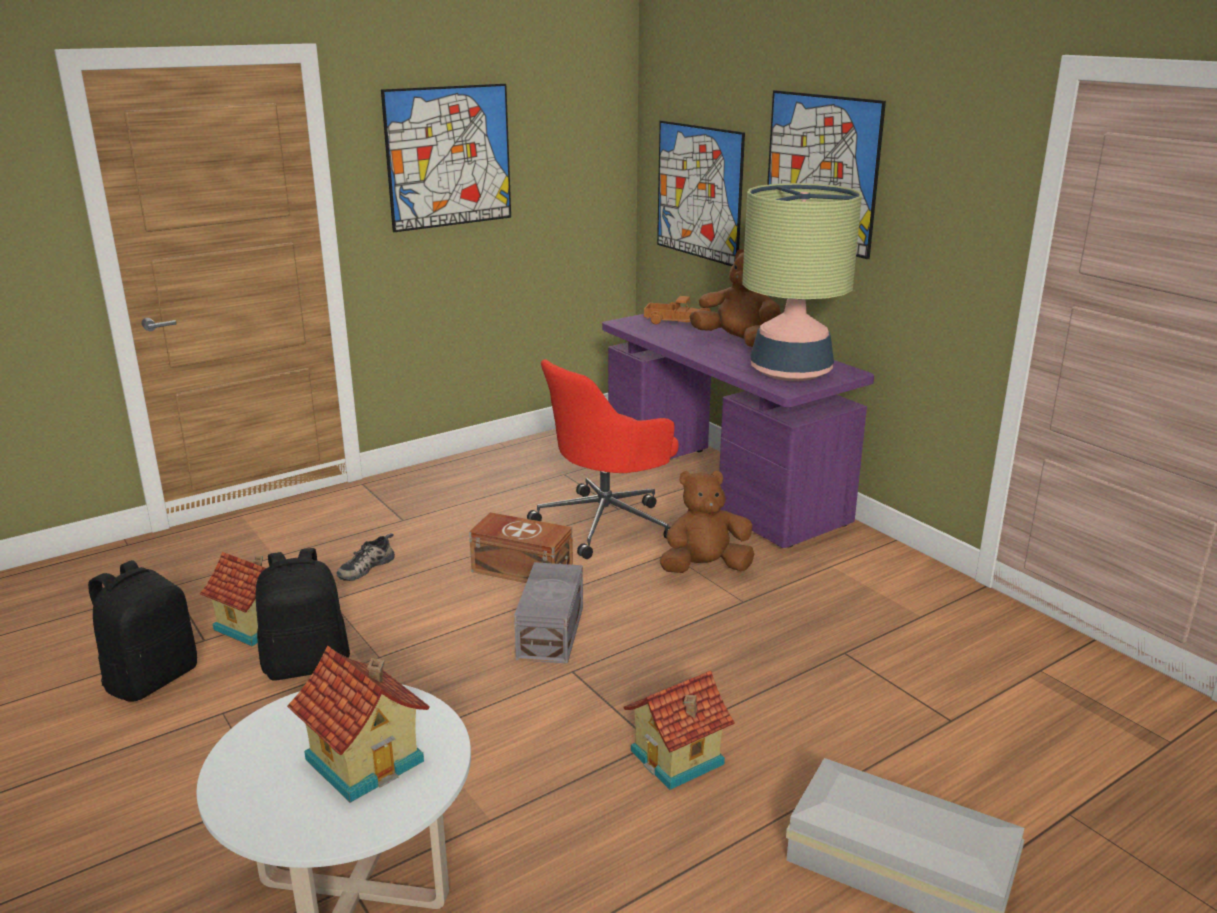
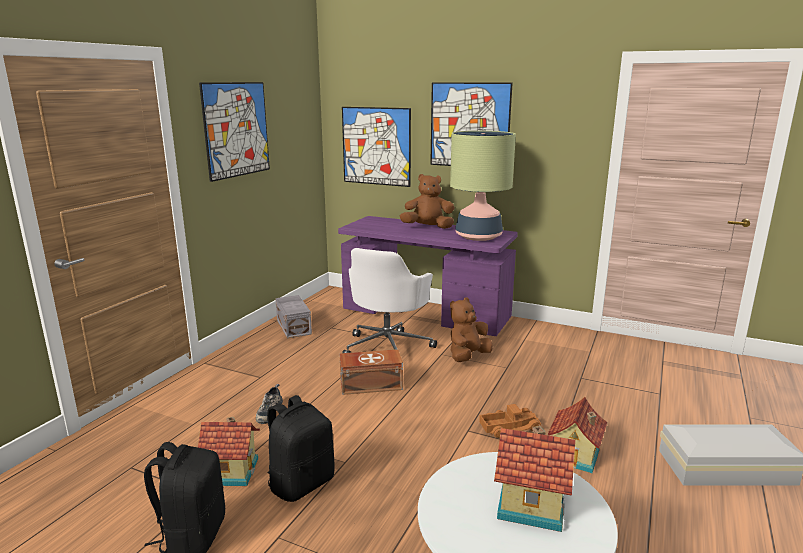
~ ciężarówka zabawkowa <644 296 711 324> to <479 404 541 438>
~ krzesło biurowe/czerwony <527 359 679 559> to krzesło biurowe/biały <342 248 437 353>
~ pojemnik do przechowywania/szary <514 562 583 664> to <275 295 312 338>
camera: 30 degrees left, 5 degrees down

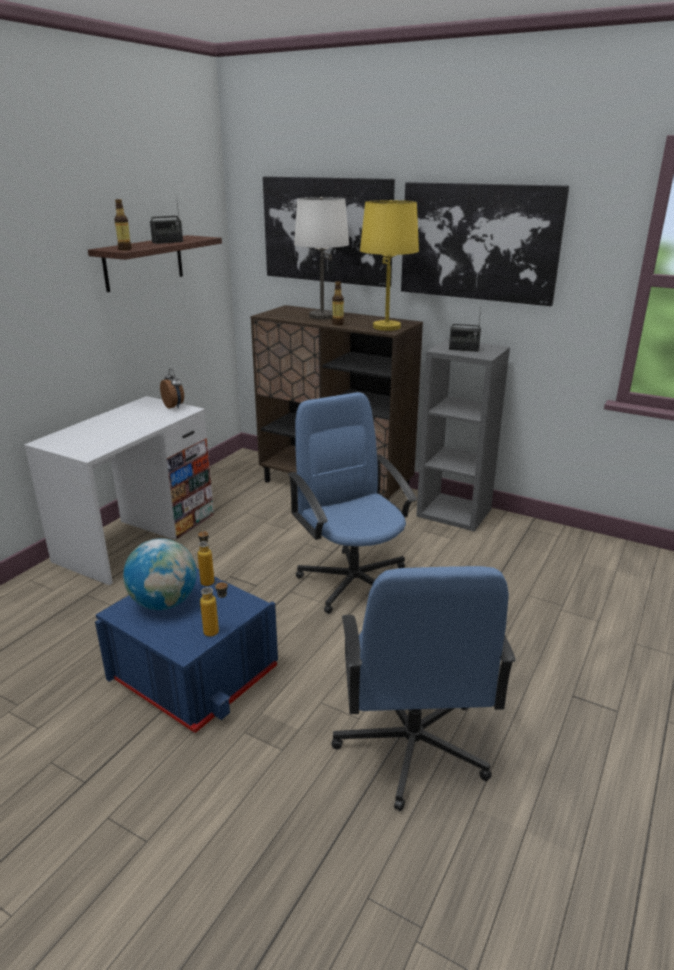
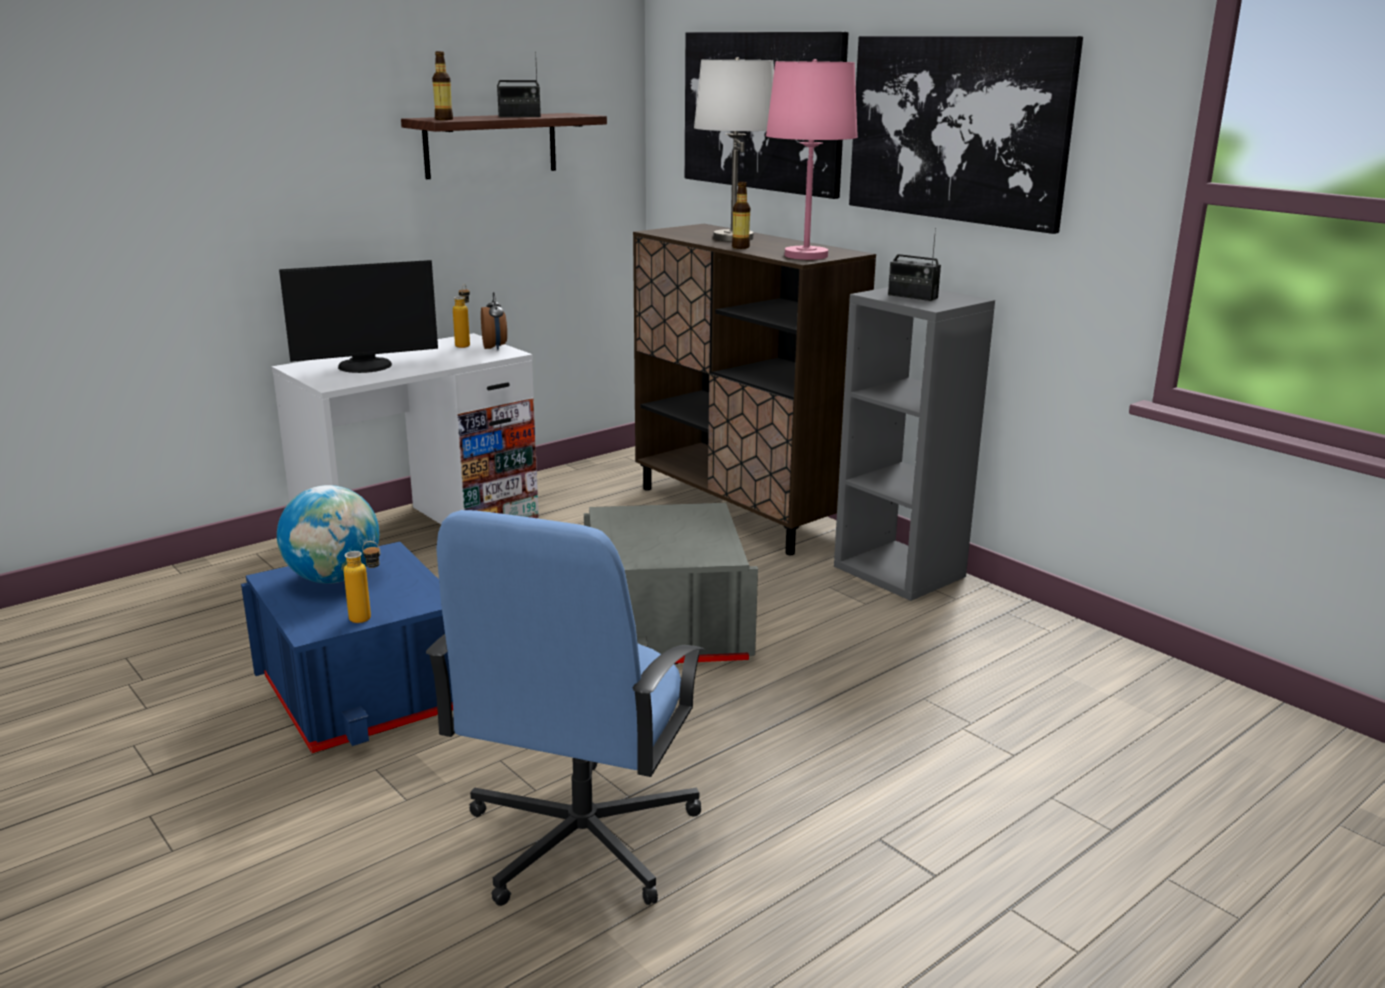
~ lampa stołowa/żółty <360 200 419 331> to lampa stołowa/różowy <766 59 858 260>
~ krzesło biurowe/niebieski <288 392 417 614> to pojemnik do przechowywania/szary <584 503 758 664>
~ butelka <198 528 214 586> to <453 284 470 348>
+ monitor <279 260 438 373>
camera: 20 degrees right, 5 degrees down

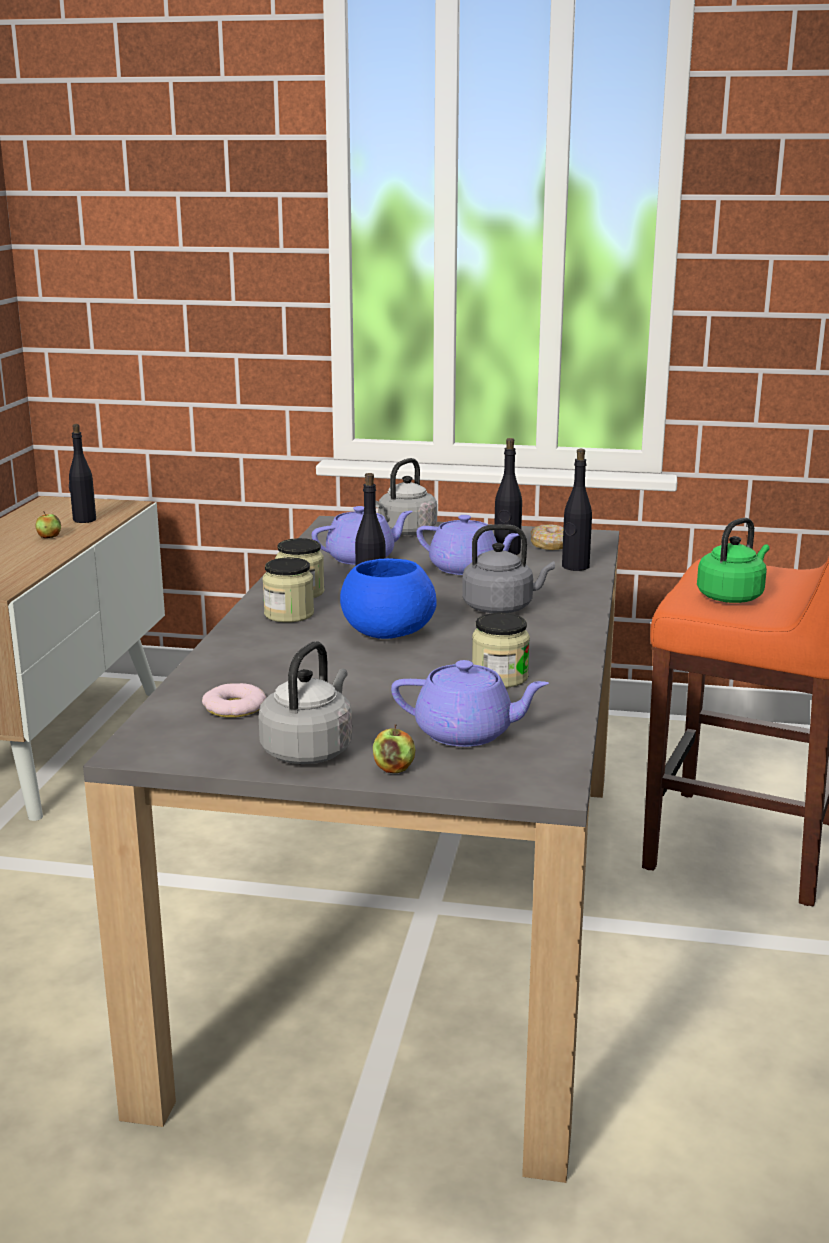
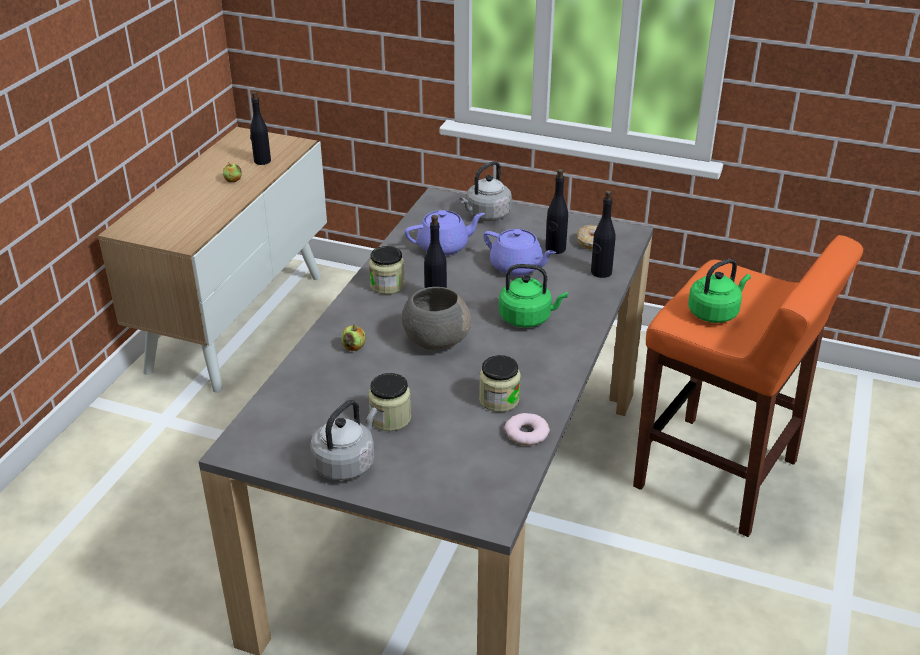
~ czajnik/szary <462 524 555 613> to czajnik/zielony <499 264 568 328>
~ słoik <263 557 314 622> to <368 373 411 431>
~ miska/niebieski <340 558 437 639> to miska/szary <402 287 471 350>
- imbryk/fioletowy <391 660 549 747>
~ donut <202 683 266 718> to <505 413 550 445>
~ jabłko <373 724 415 773> to <341 324 366 351>
camera: 10 degrees right, 15 degrees up

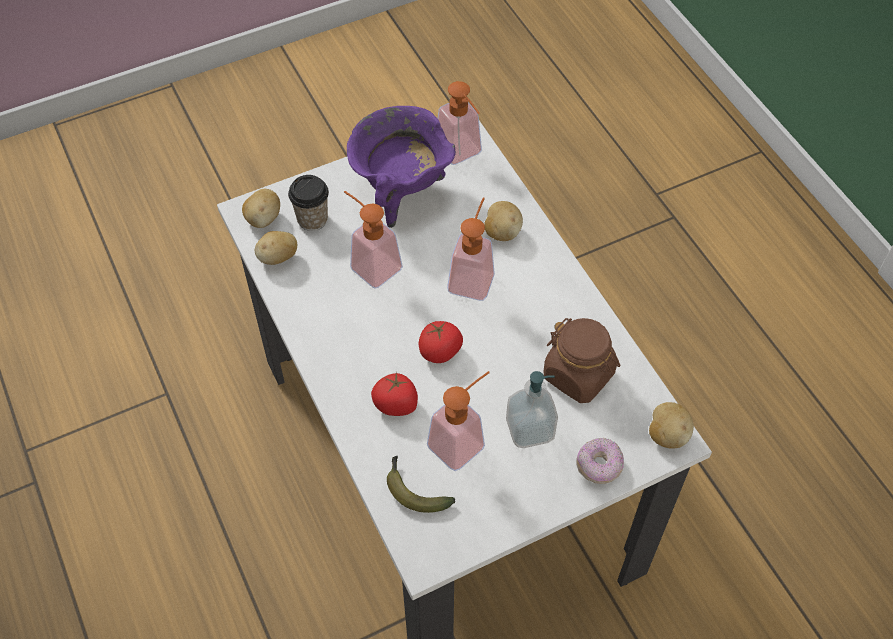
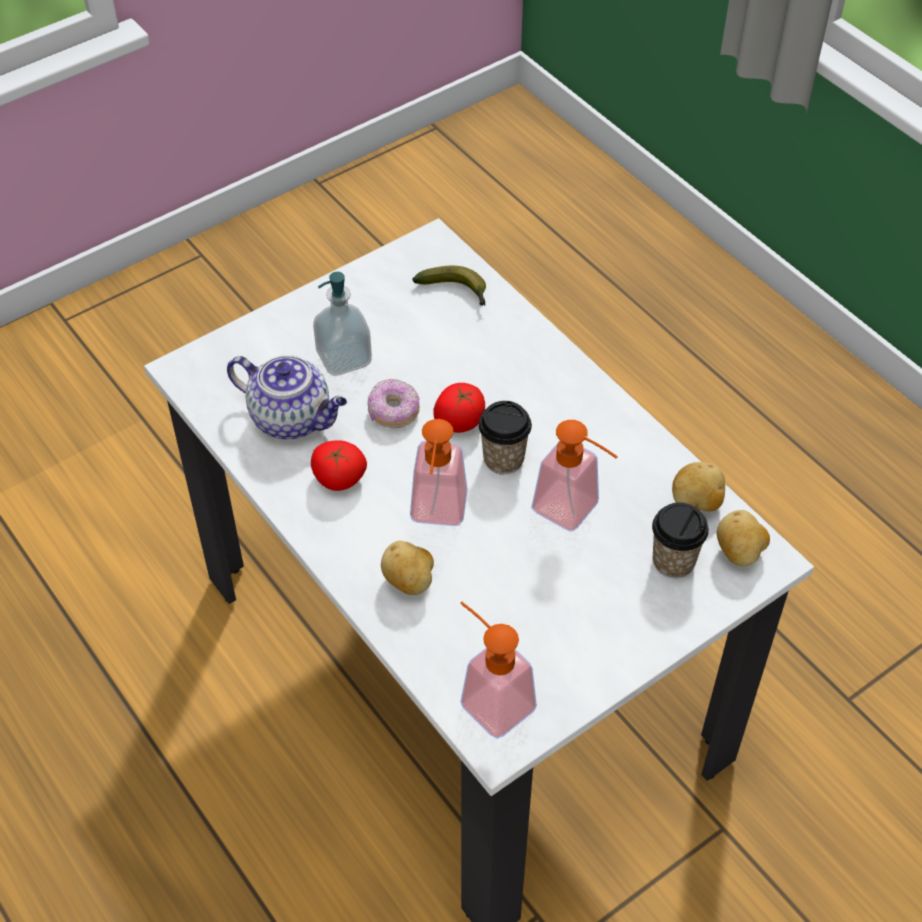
- garnek/fioletowy <347 106 456 228>
~ słoik/brązowy <543 318 620 403> to imbryk <227 355 347 439>
- dozownik mydła <427 371 490 471>
~ pomidor <371 372 418 416> to <311 440 367 491>
- ziemniak <649 402 694 449>
~ donut <577 438 624 484> to <368 379 420 428>
+ filiżanka <478 401 532 475>
camera: 170 degrees right, 5 degrees down

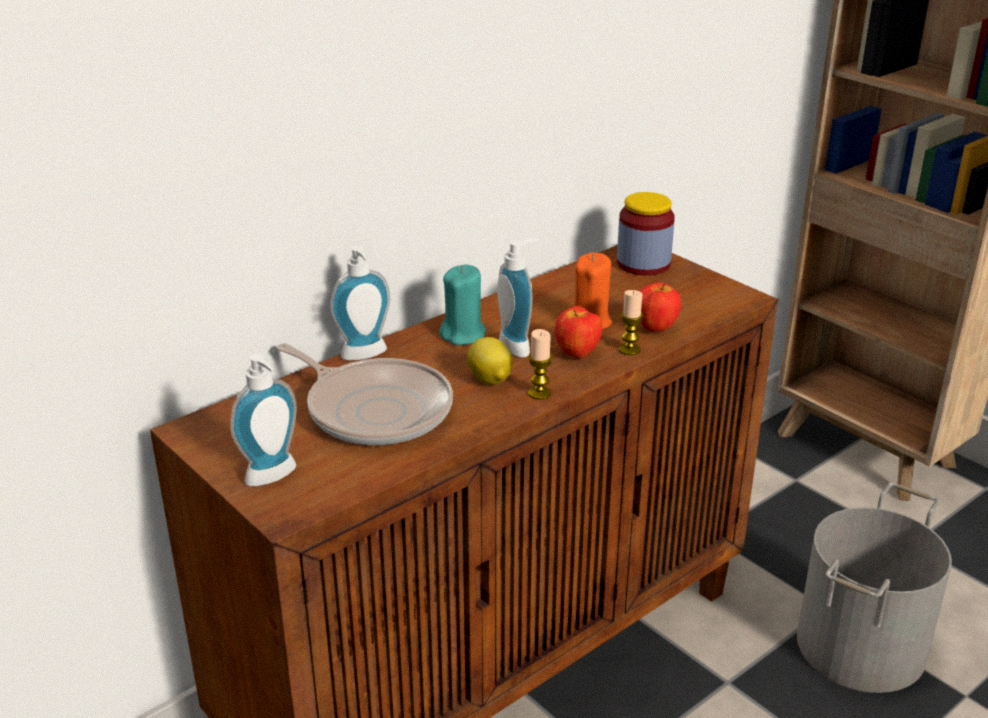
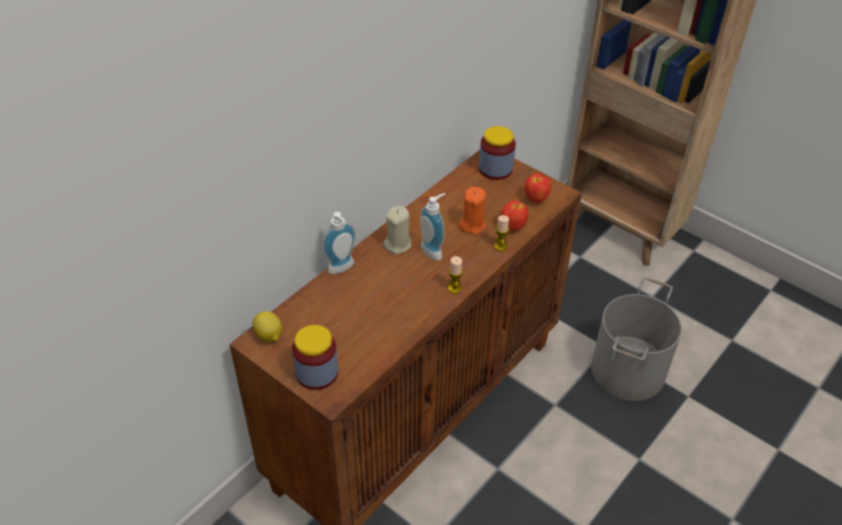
~ świeca/turkusowy <439 264 486 345> to świeca/beżowy <383 205 411 254>
~ jabłko <555 306 602 359> to <524 173 551 203>
~ cytryna <467 337 513 385> to <253 311 283 342>
- patelnia <277 343 453 445>
~ dozownik mydła <230 354 297 486> to słoik <292 325 338 390>
camera: 10 degrees left, 15 degrees up

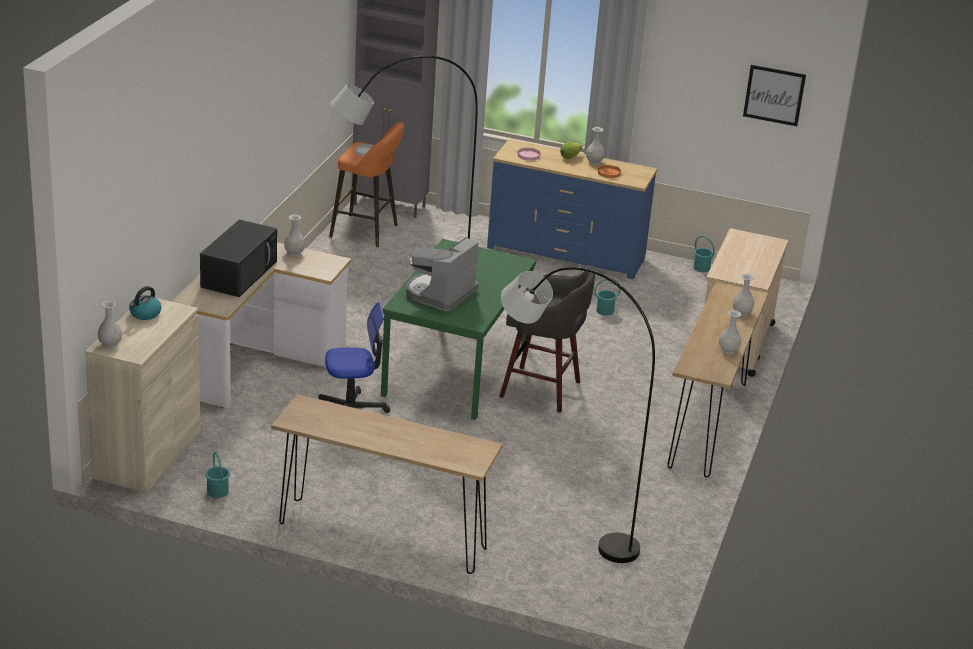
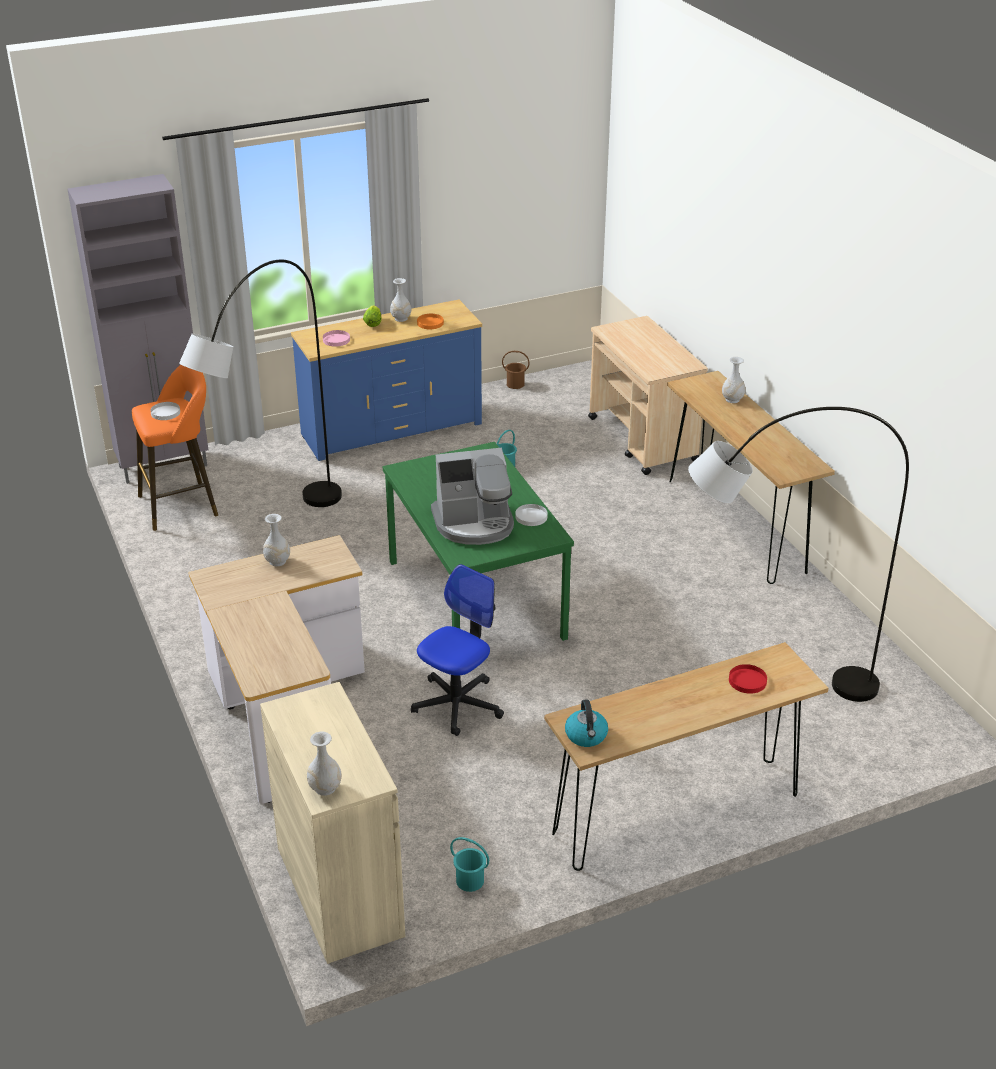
- obraz <743 65 806 126>
- mikrofalówka/czarny <200 219 277 297>
~ wiadro/turkusowy <693 236 715 272> to wiadro/brązowy <502 351 530 389>
~ ekspres do kawy <406 237 479 311> = <431 448 514 545> 90 degrees counterclockwise
- stołek/szary <499 267 595 413>
~ czajnik <129 286 161 320> to <565 699 608 747>
- wazon/biały <719 310 741 354>
+ talerz/biały <515 504 548 526>
+ talerz/czerwony <729 664 767 694>
camera: 40 degrees left, 5 degrees up

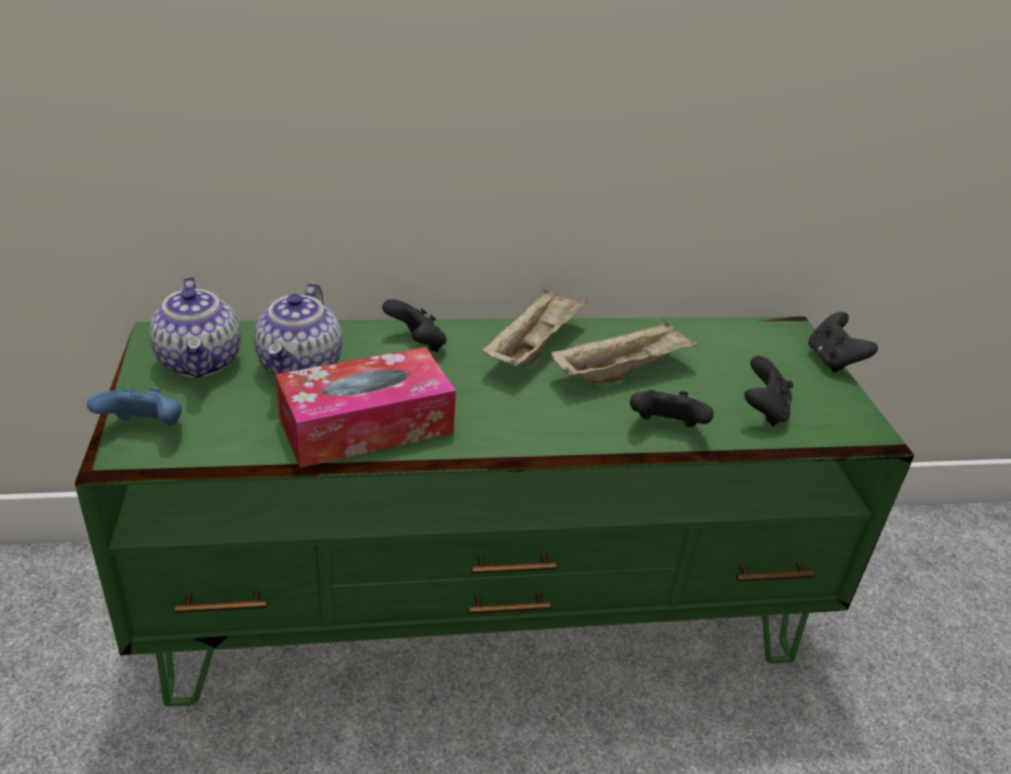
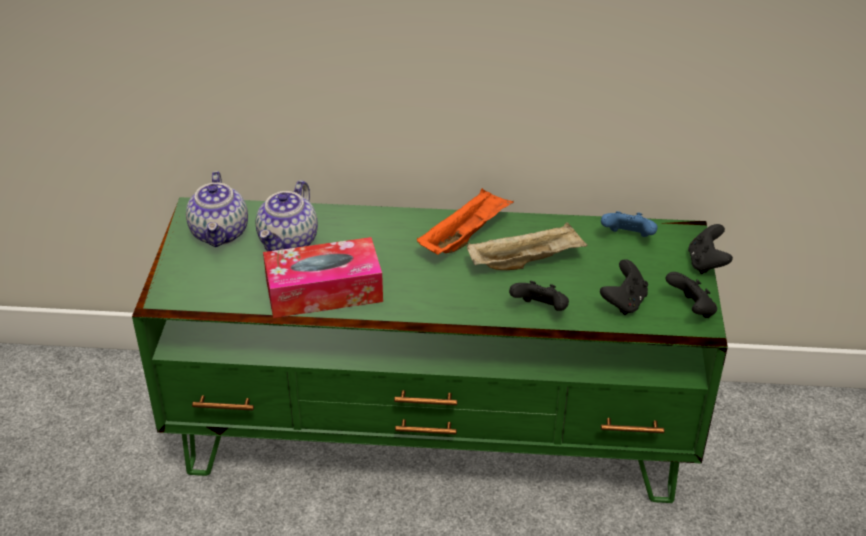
~ taca/beżowy <482 288 587 367> to taca/pomarańczowy <417 188 513 255>
~ pad do gier/czarny <382 299 446 352> to <666 272 717 318>
~ pad do gier/niebieski <87 388 182 425> to <601 211 658 237>
camera: 15 degrees right, 5 degrees up

